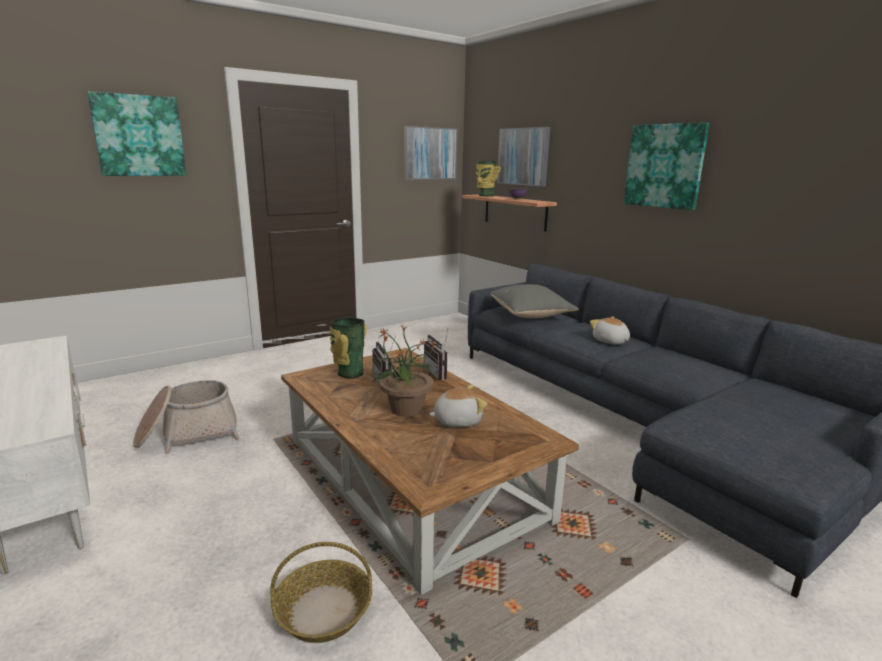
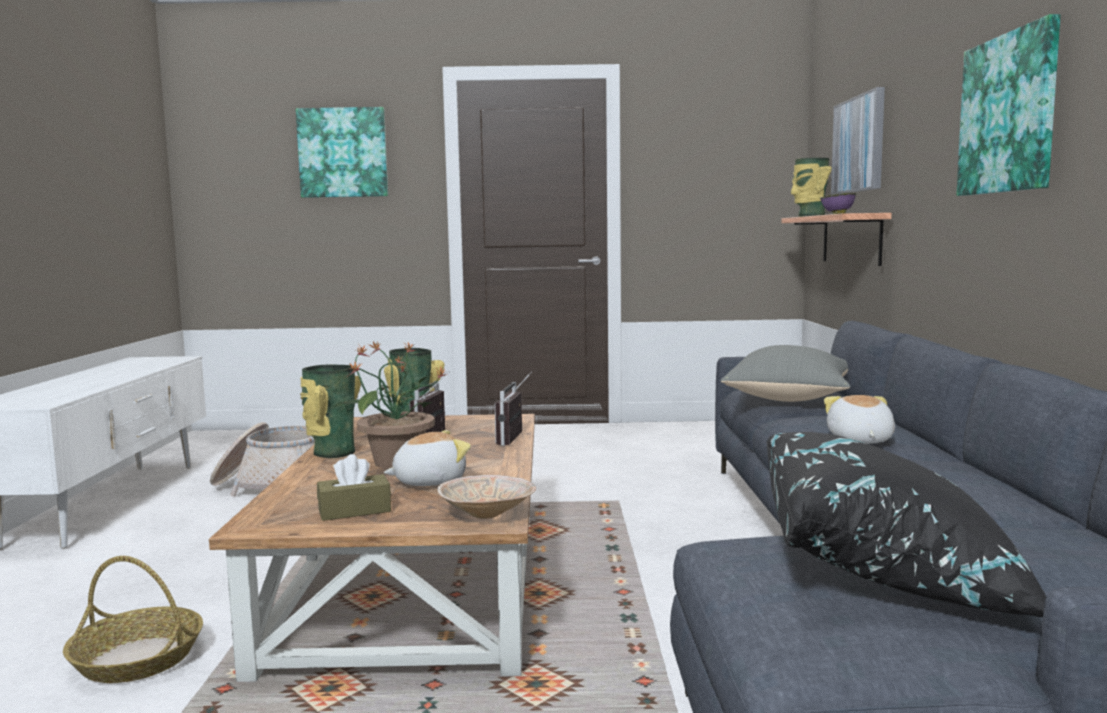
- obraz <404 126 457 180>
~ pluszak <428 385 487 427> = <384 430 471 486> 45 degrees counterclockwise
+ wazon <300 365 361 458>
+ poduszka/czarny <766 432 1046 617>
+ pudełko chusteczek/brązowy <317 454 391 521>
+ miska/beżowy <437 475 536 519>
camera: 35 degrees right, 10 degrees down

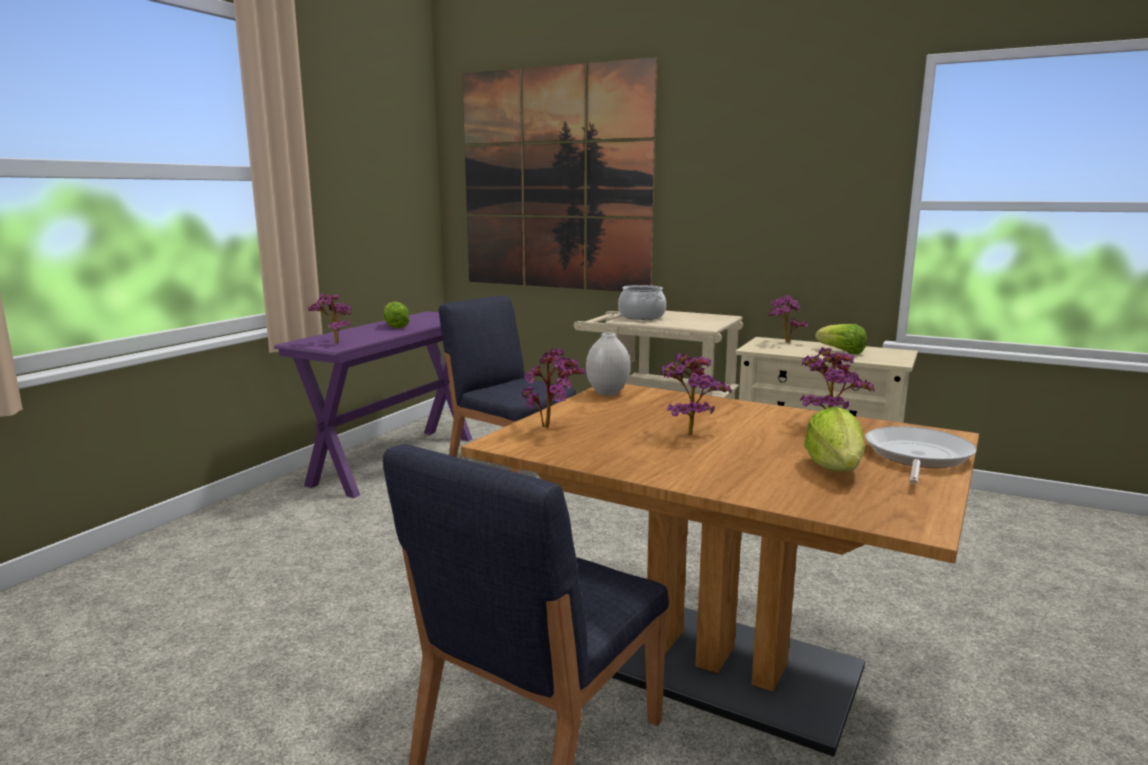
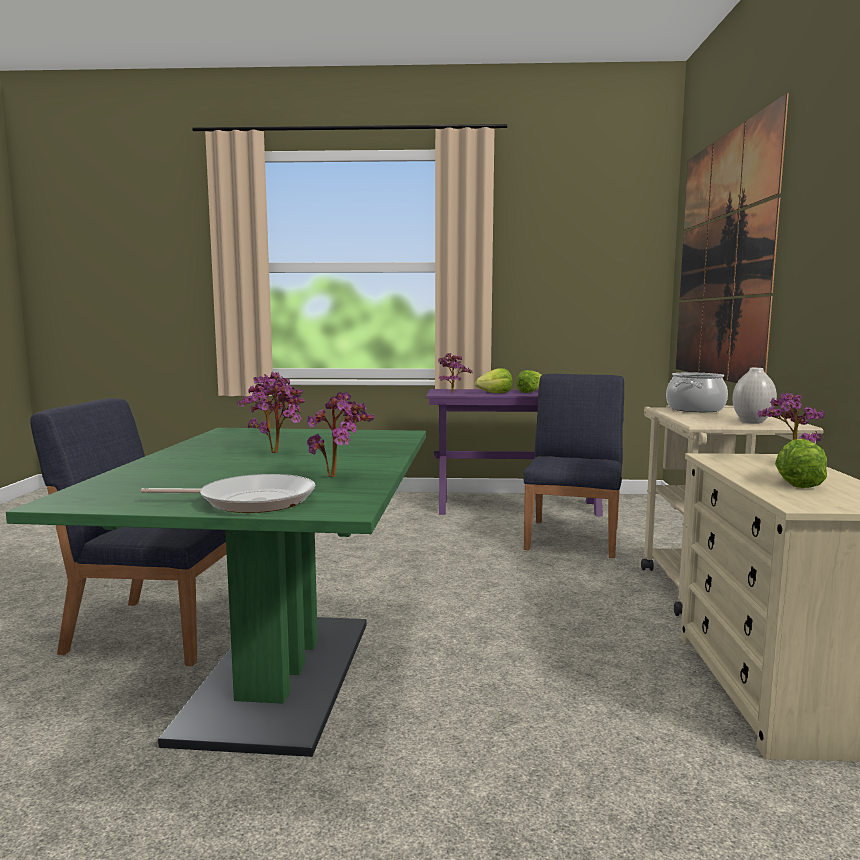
~ wazon/biały <586 333 631 396> to <732 368 777 424>
~ stół jadalny/brązowy <461 384 979 757> to stół jadalny/zielony <6 428 426 757>
~ sałata <804 407 865 472> to <475 368 513 393>
camera: 65 degrees right, 5 degrees down

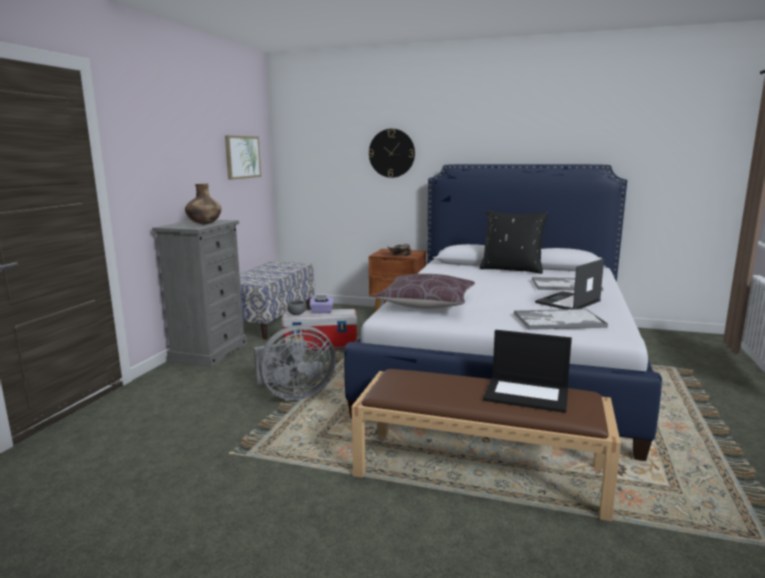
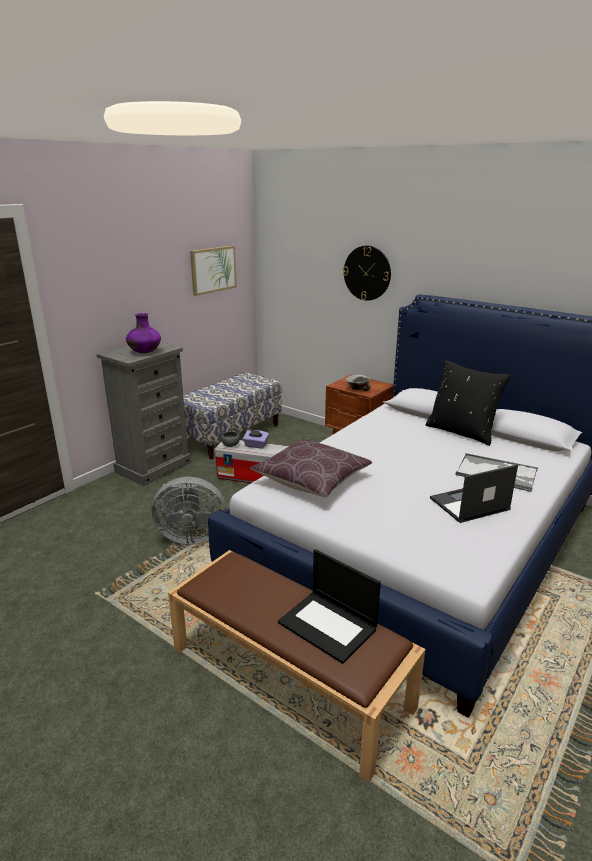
~ wazon/brązowy <185 184 222 224> to wazon/fioletowy <126 313 161 353>
- taca <514 309 608 330>
camera: 20 degrees right, 10 degrees up

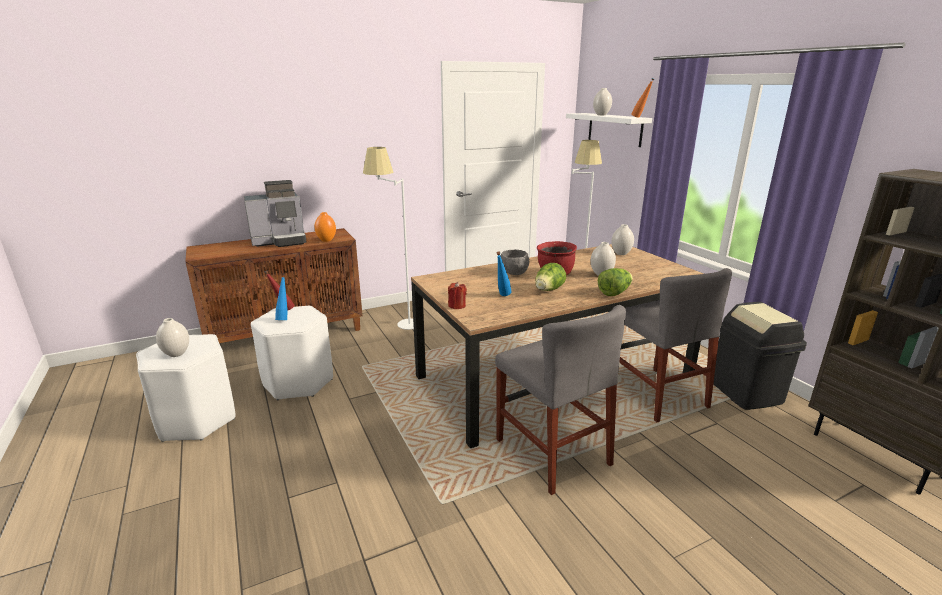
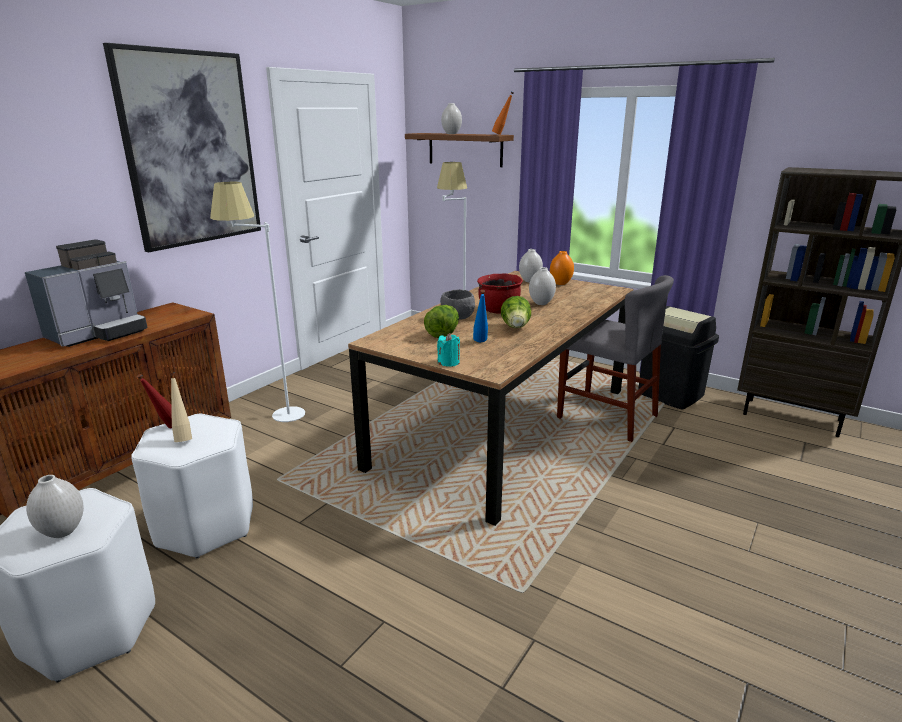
~ półka/biały <566 113 652 147> to półka/brązowy <405 133 514 167>
~ wazon/pomarańczowy <314 212 336 242> to <550 251 574 285>
~ sałata <598 268 633 296> to <424 305 459 338>
~ butelka/niebieski <275 274 288 320> to butelka/beżowy <170 373 192 442>
~ świeca/czerwony <448 282 467 309> to świeca/turkusowy <437 333 460 367>
- krzesło/szary <495 305 626 495>
+ obraz <103 43 261 252>
camera: 30 degrees left, 0 degrees up

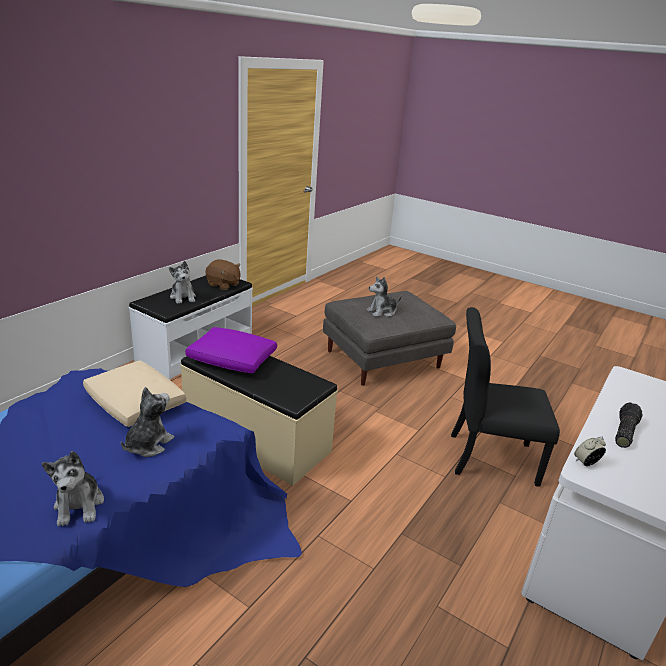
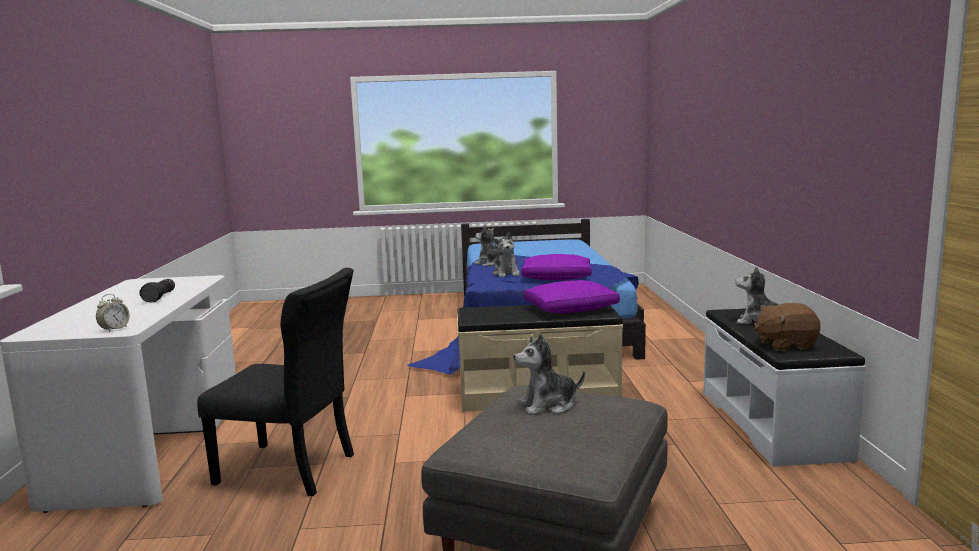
~ pluszak <366 277 402 317> = <514 334 585 415> 135 degrees counterclockwise
~ krzesło/czarny <451 307 560 487> = <197 268 354 496> 45 degrees clockwise
~ poduszka/beżowy <83 360 186 427> to poduszka/fioletowy <521 254 592 280>
~ budzik <574 437 606 466> to <96 294 130 332>
camera: 145 degrees right, 15 degrees down

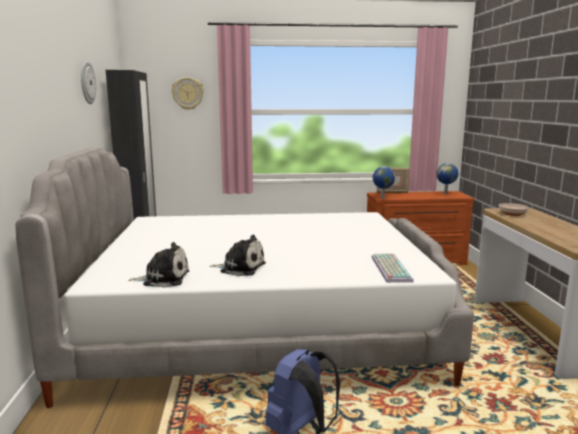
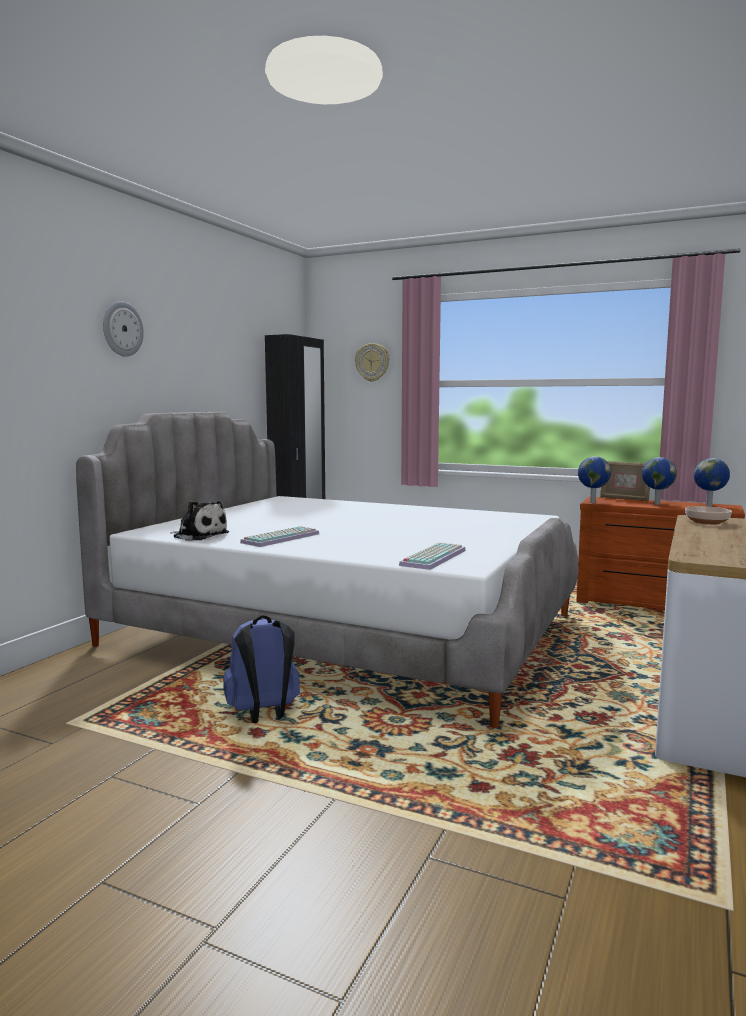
~ zegar ścienny <81 61 96 104> to <103 302 144 357>
~ pluszak <210 235 266 276> to klawiatura <240 526 319 547>
+ globus <642 457 677 505>
camera: 30 degrees right, 5 degrees down

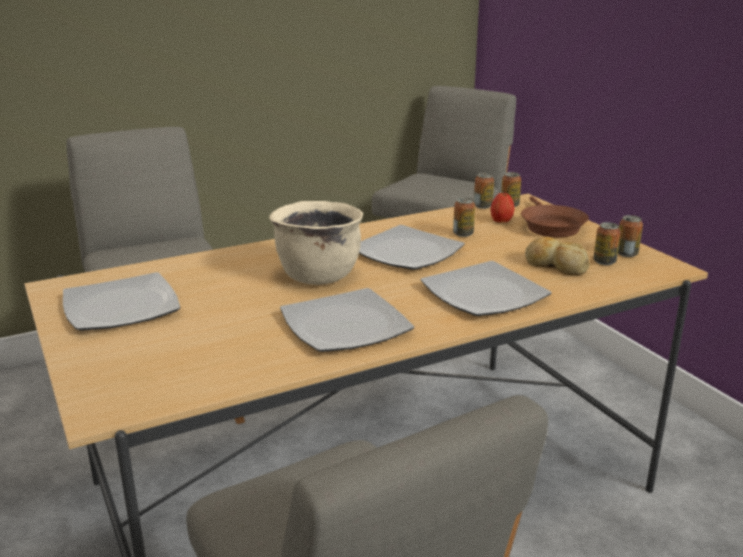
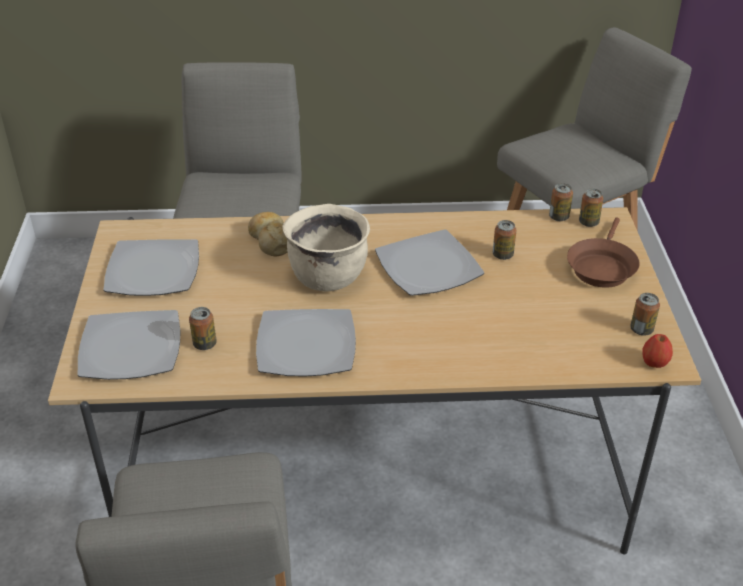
~ jabłko <491 193 515 222> to <642 334 673 368>
~ puszka <594 222 621 265> to <189 307 217 350>
~ chleb <525 237 590 275> to <248 212 288 256>
~ talerz <420 261 551 316> to <78 310 180 380>
camera: 25 degrees right, 15 degrees up

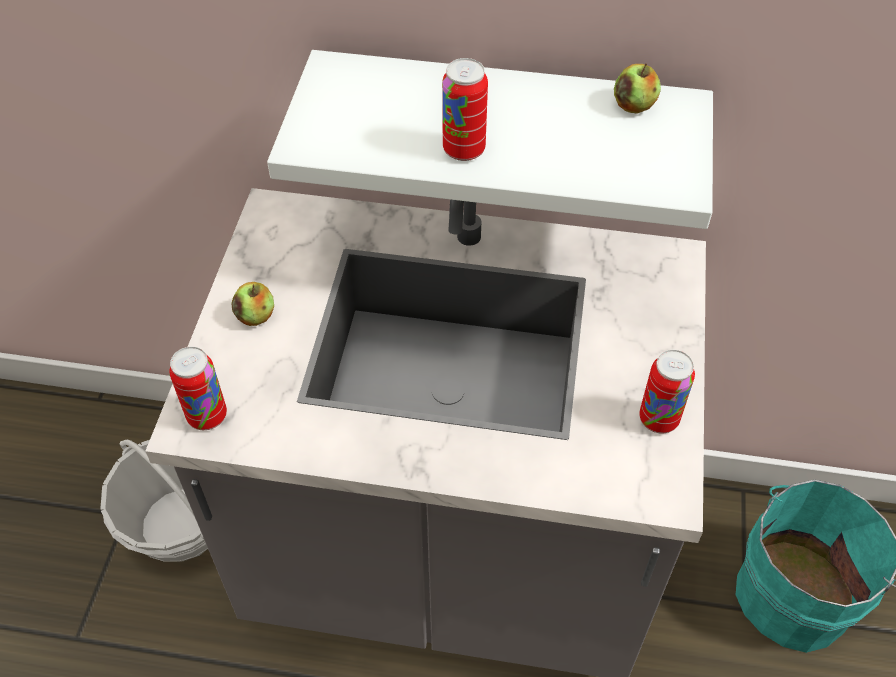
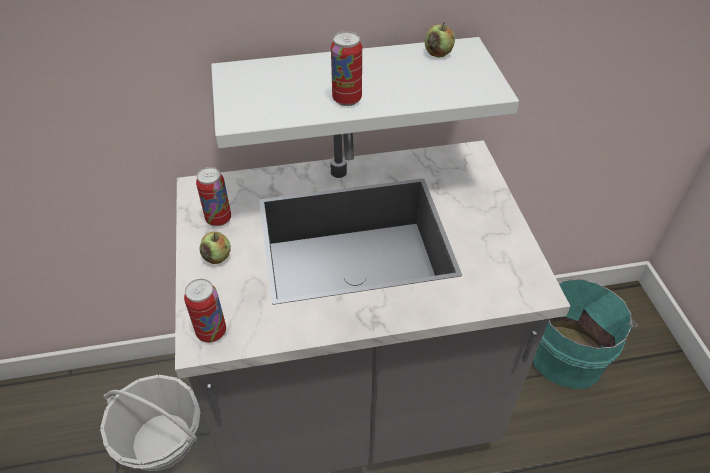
~ puszka <639 350 695 434> to <196 167 231 226>
camera: 20 degrees left, 5 degrees down

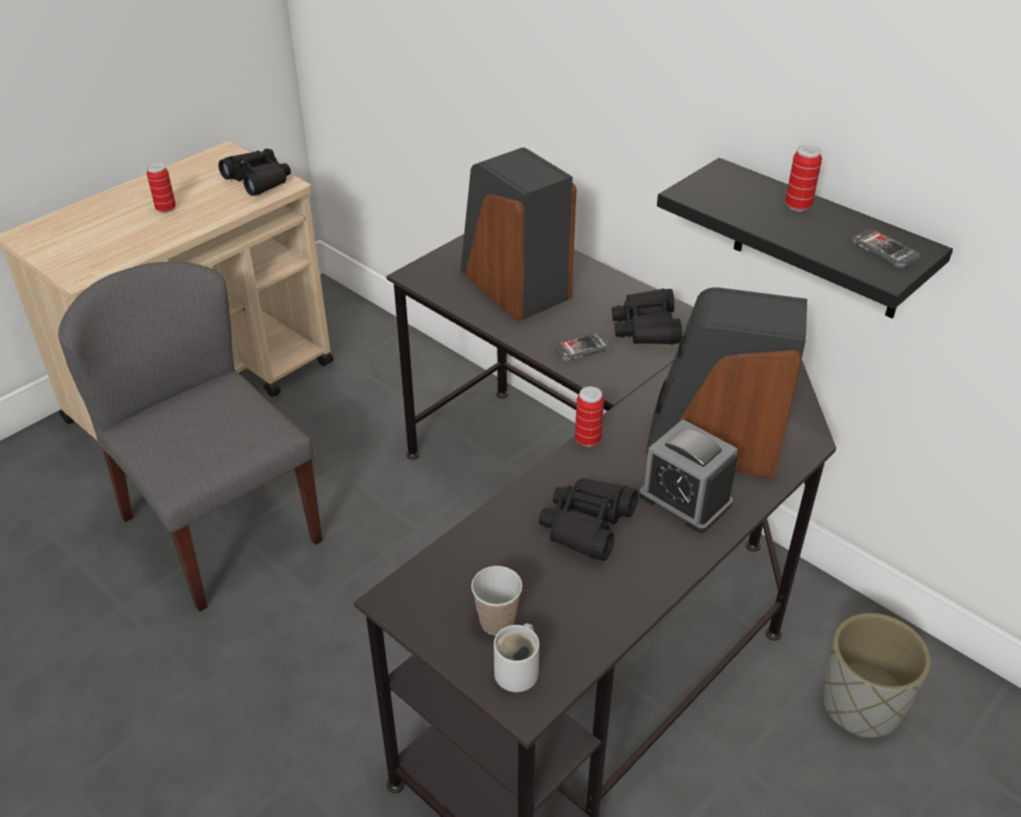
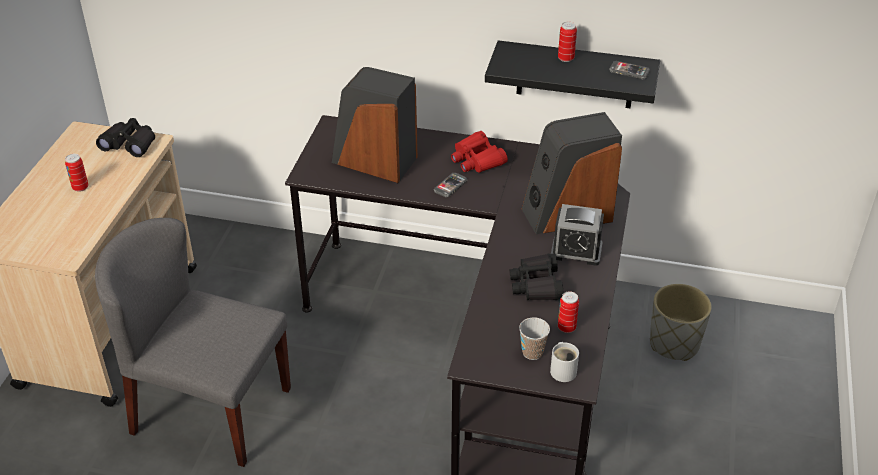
~ lornetka/czarny <612 288 682 345> to lornetka/czerwony <451 131 508 173>
~ puszka <575 386 604 447> to <558 291 579 333>
camera: 30 degrees left, 0 degrees up

